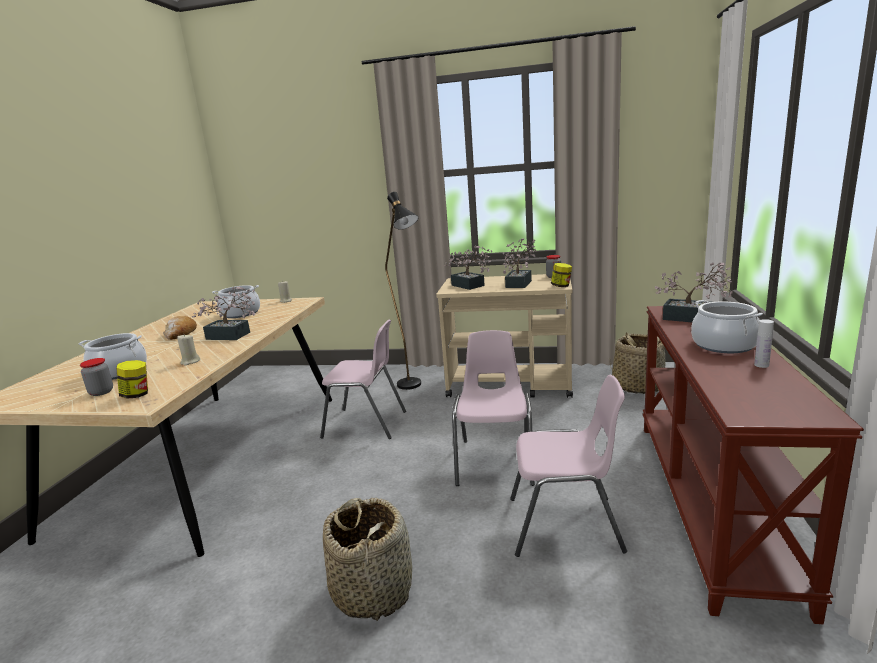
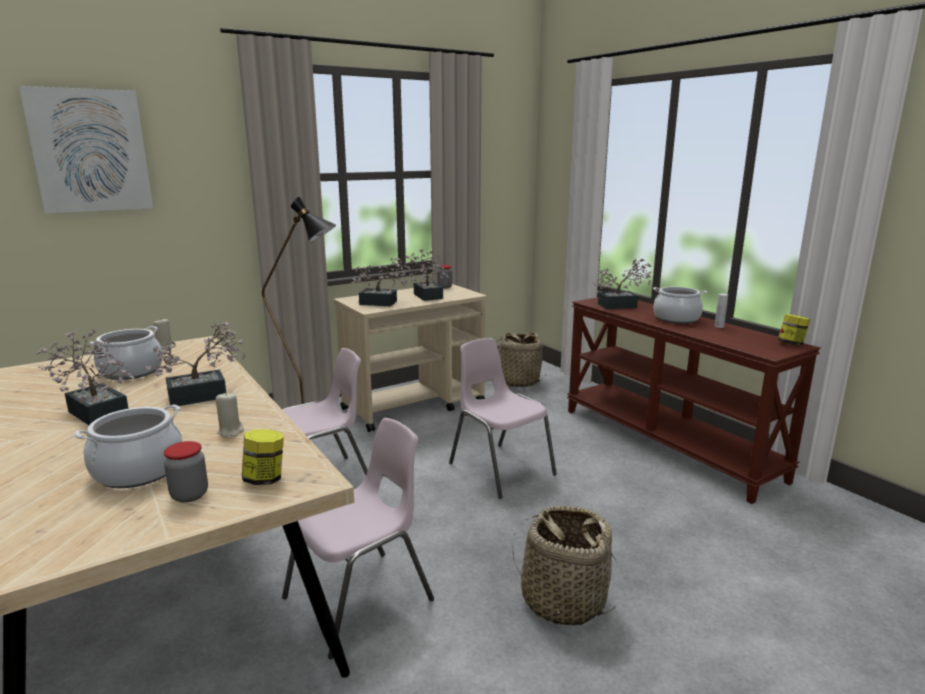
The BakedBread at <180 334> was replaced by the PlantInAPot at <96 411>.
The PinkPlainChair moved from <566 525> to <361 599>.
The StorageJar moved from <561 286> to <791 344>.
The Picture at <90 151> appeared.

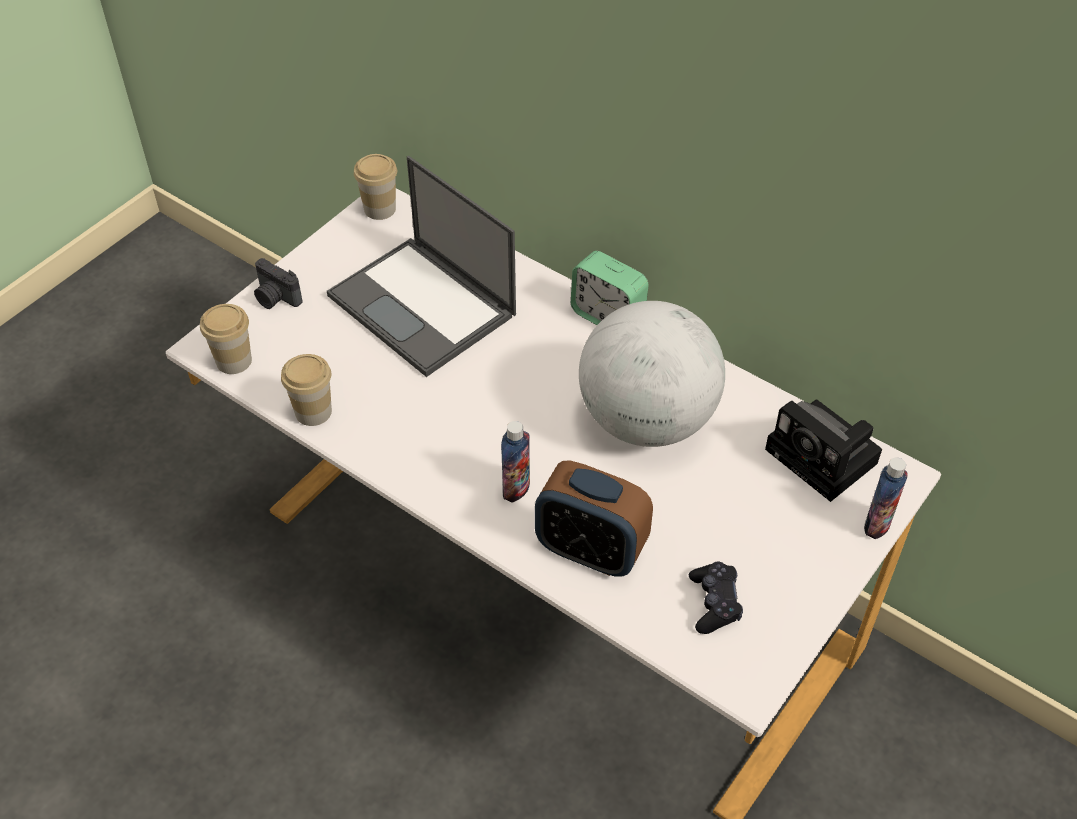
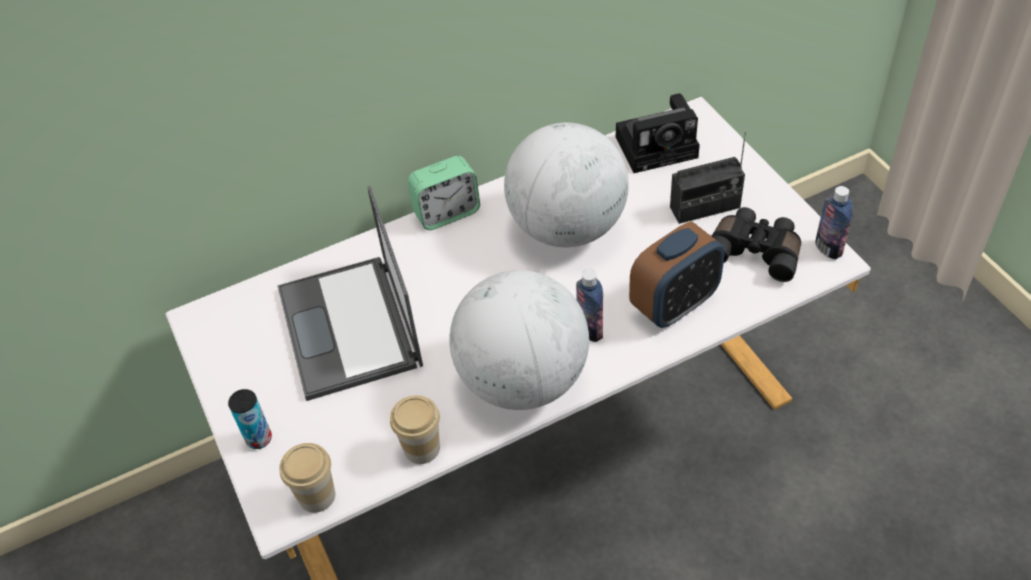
The StillCamera at <275 298> was replaced by the SealedCan at <259 438>.
The NotebookComputer at <424 306> turned 90 degrees clockwise.
The DrinkingCup at <380 209> disappeared.
The BlackGameController at <714 603> was replaced by the BlackBinoculars at <755 251>.
The Bottle moved from <877 524> to <828 249>.
The Globe at <523 380> appeared.
The Radio at <705 208> appeared.

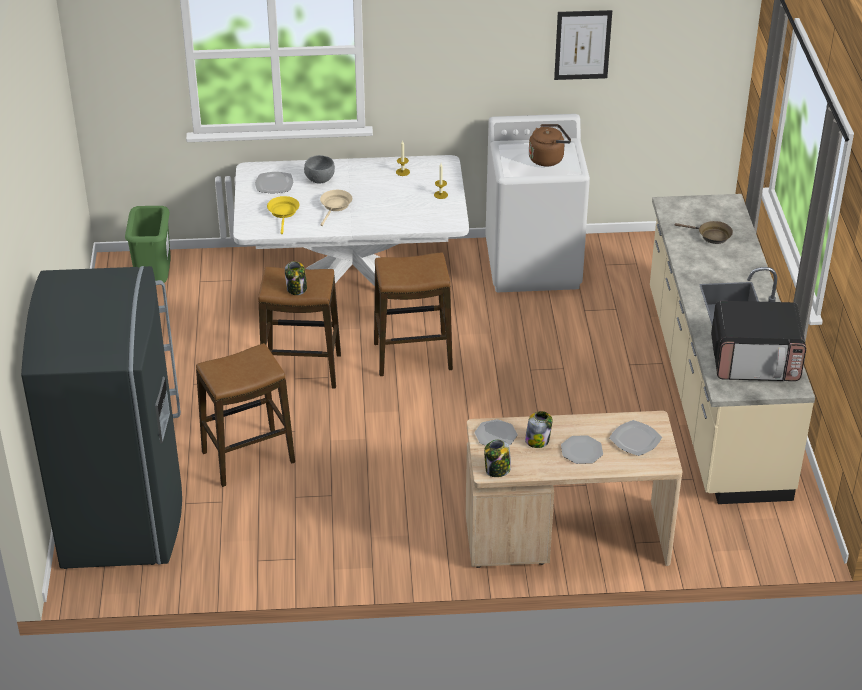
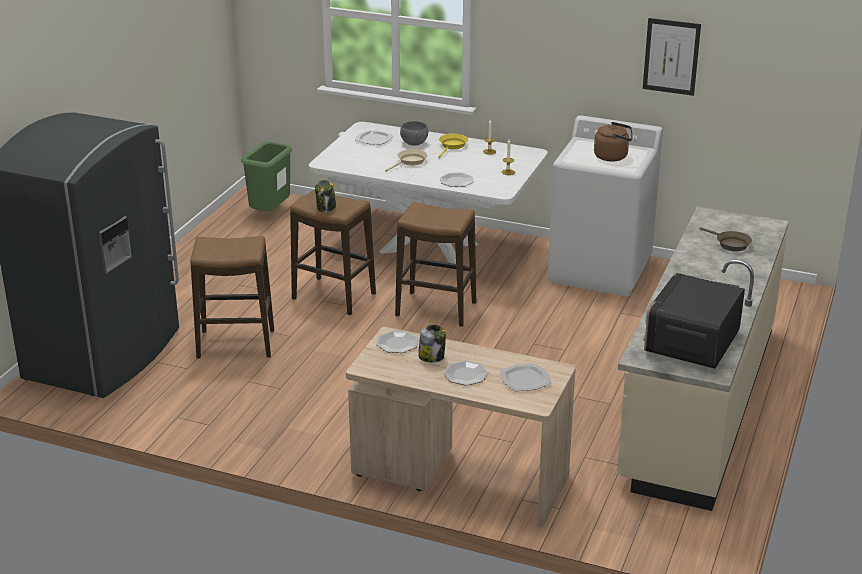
The YellowishPan moved from <283 213> to <452 146>.
The StorageJar at <497 470> disappeared.
The KitchenMicrowave at <755 360> turned 90 degrees clockwise.
The DinnerPlate at <456 181> appeared.

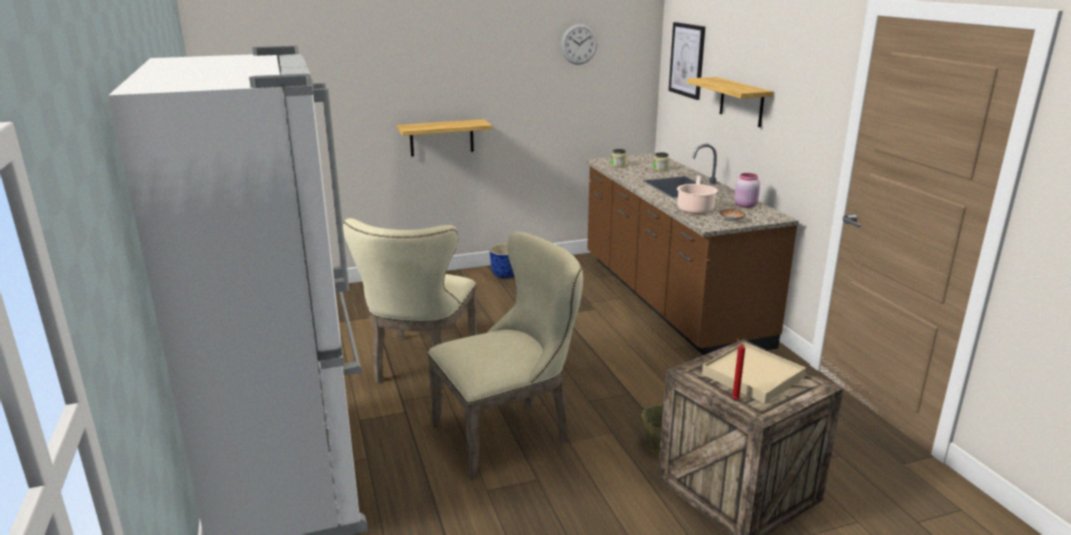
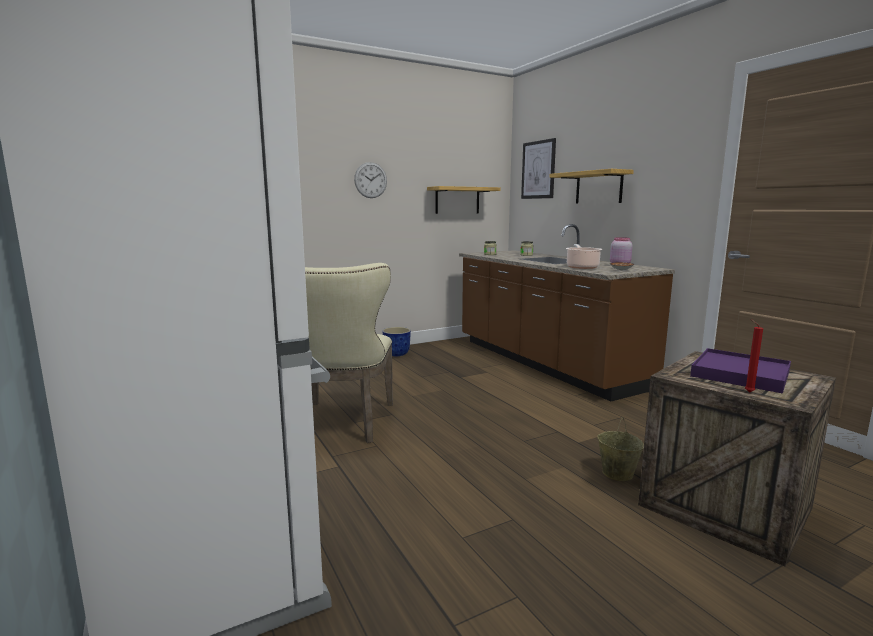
The Shelf moved from <441 138> to <457 200>.
The SandColouredPlainChair at <509 432> disappeared.
The ClockOnTheWall moved from <579 44> to <370 180>.
The SandColouredCarryingTray at <752 376> became the PurplishCarryingTray at <739 374>.

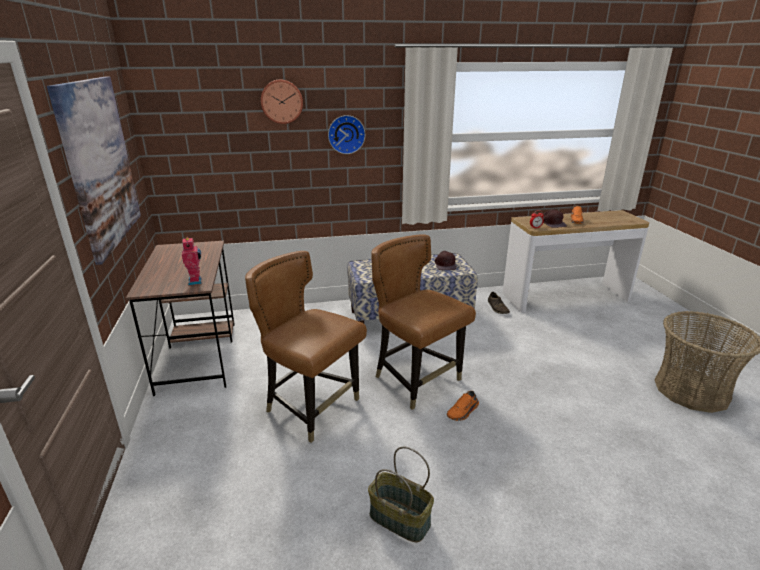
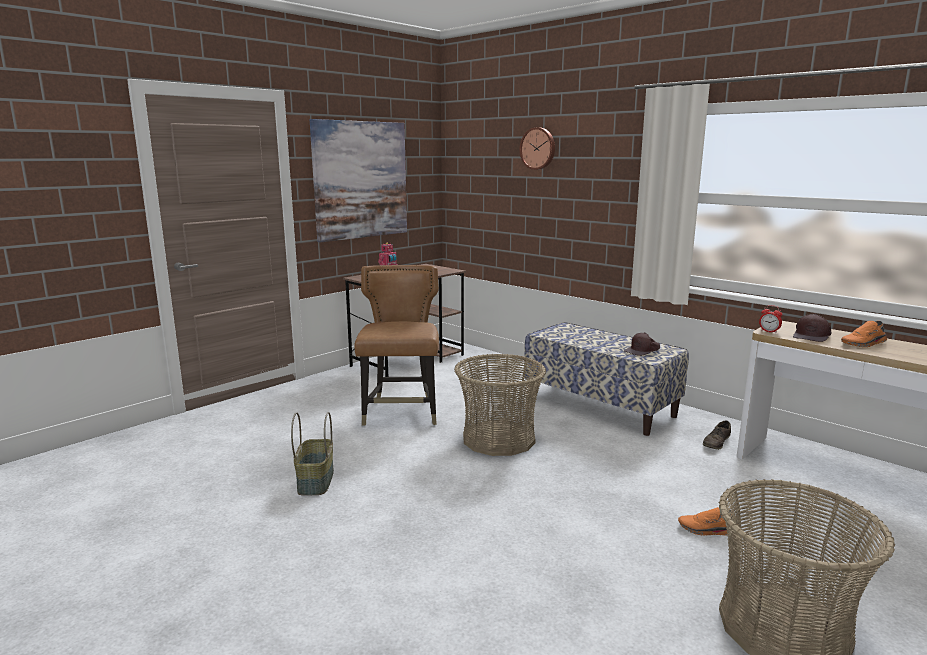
The ClockOnTheWall at <346 134> disappeared.
The BrownColouredPlainChair at <416 380> was replaced by the Basket at <499 439>.
The OrangeColouredShoe moved from <463 412> to <708 530>.

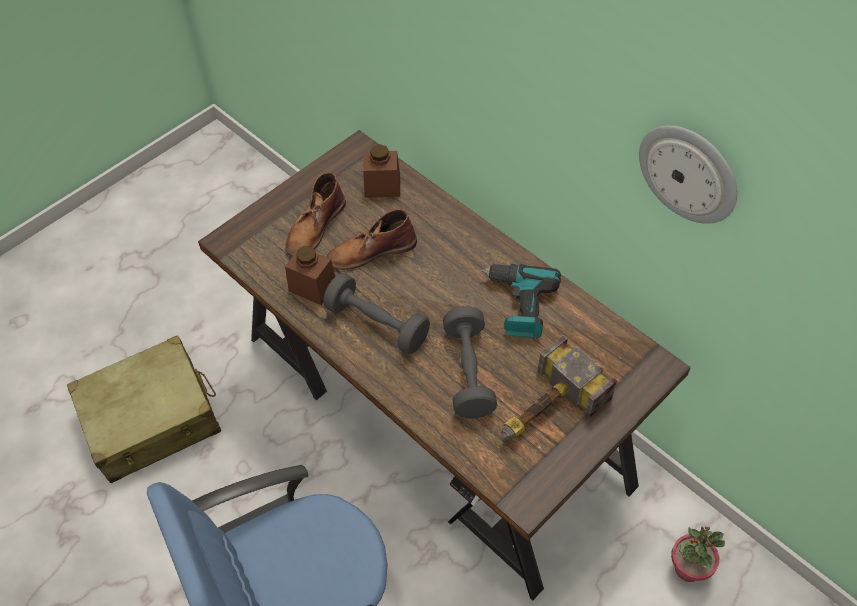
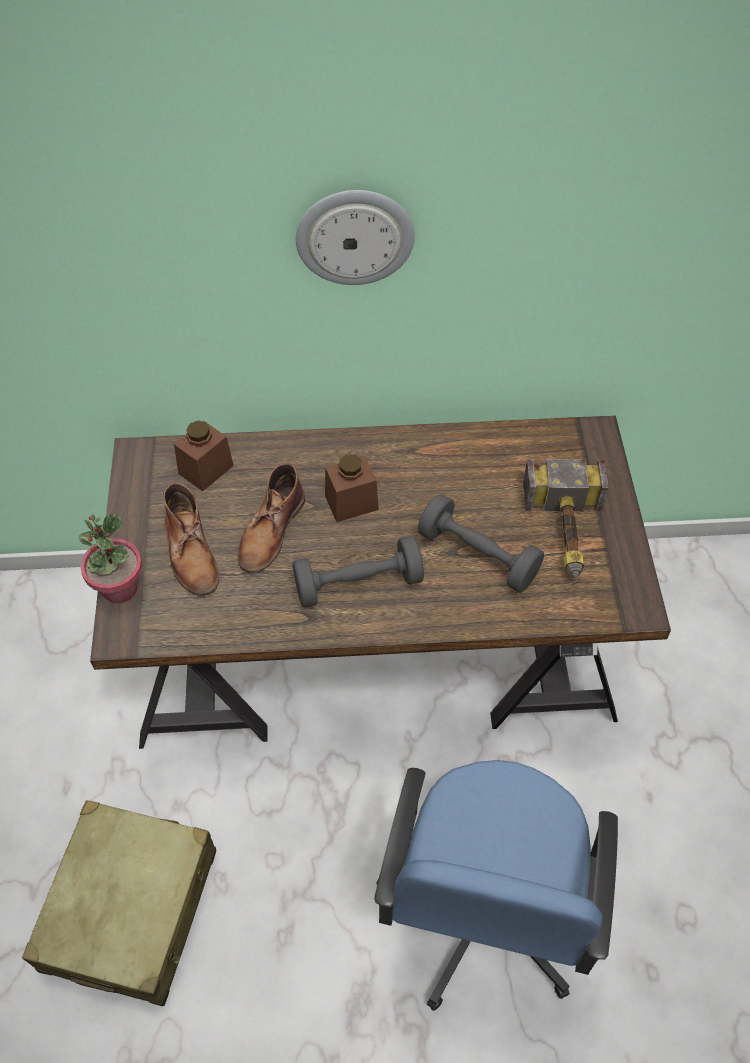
The BrownColouredStorageJar moved from <313 287> to <351 502>.
The PowerDrill at <518 305> disappeared.
The ClockOnTheWall moved from <689 173> to <355 236>.
The PlantInAPot moved from <688 568> to <119 588>.

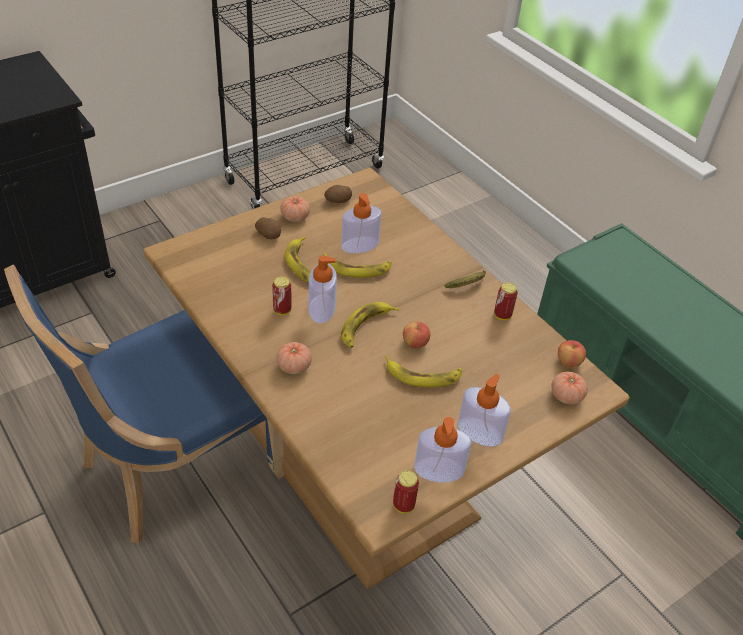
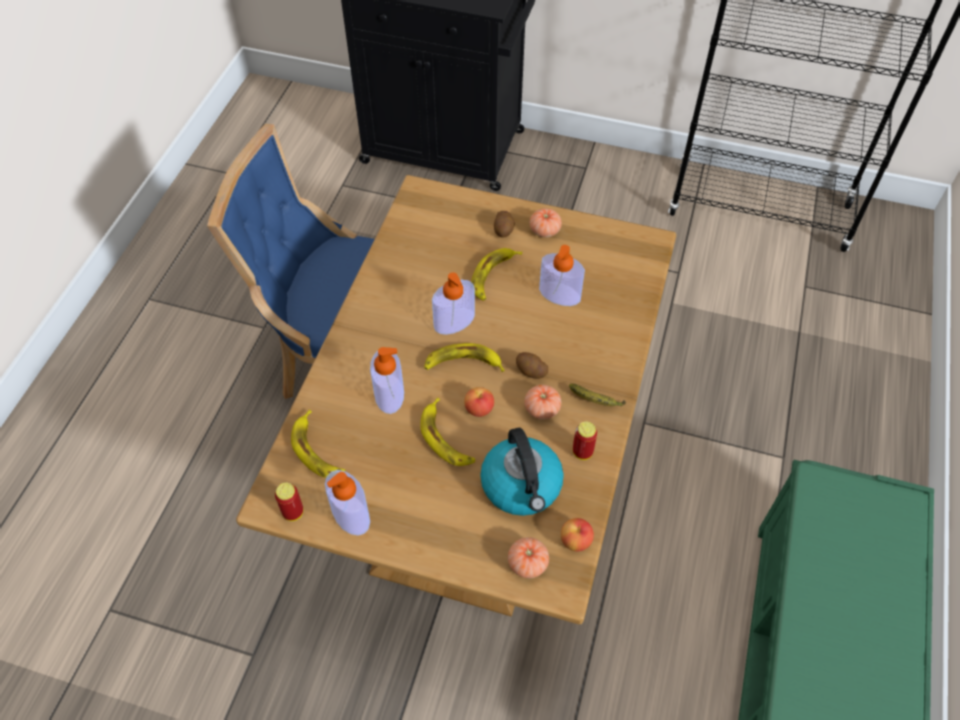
The SealedCan at <282 310> disappeared.
The Tomato moved from <294 366> to <542 409>.
The Banana moved from <357 268> to <318 450>.
The Potato moved from <338 201> to <530 371>.
The SoapBottle moved from <479 432> to <389 394>.
The WaterKettle at <522 486> appeared.

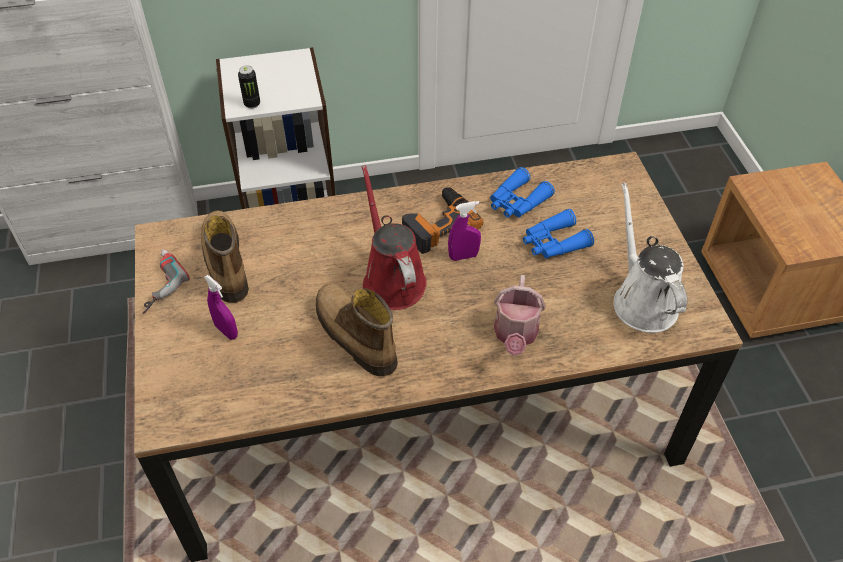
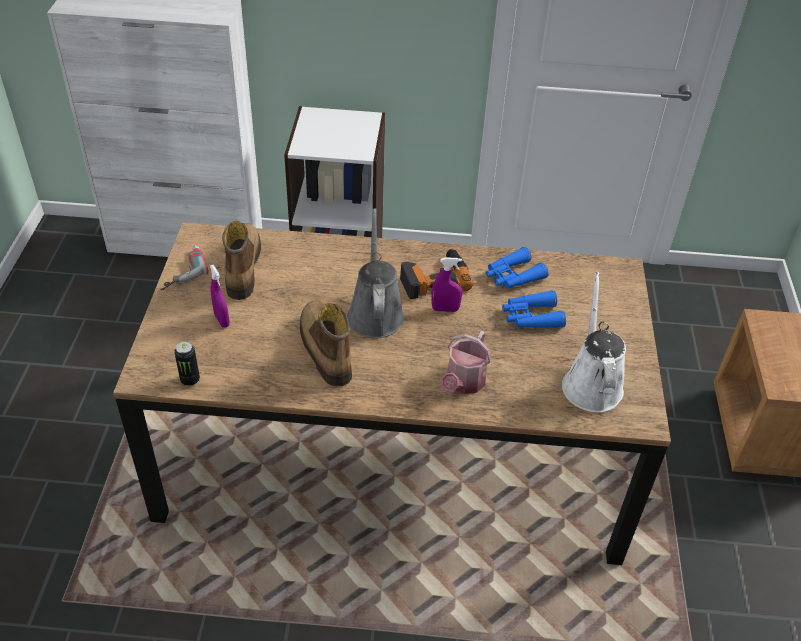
The SealedCan moved from <252 104> to <190 380>.
The ReddishSprinklingCan at <391 279> became the GreyishSprinklingCan at <375 313>.

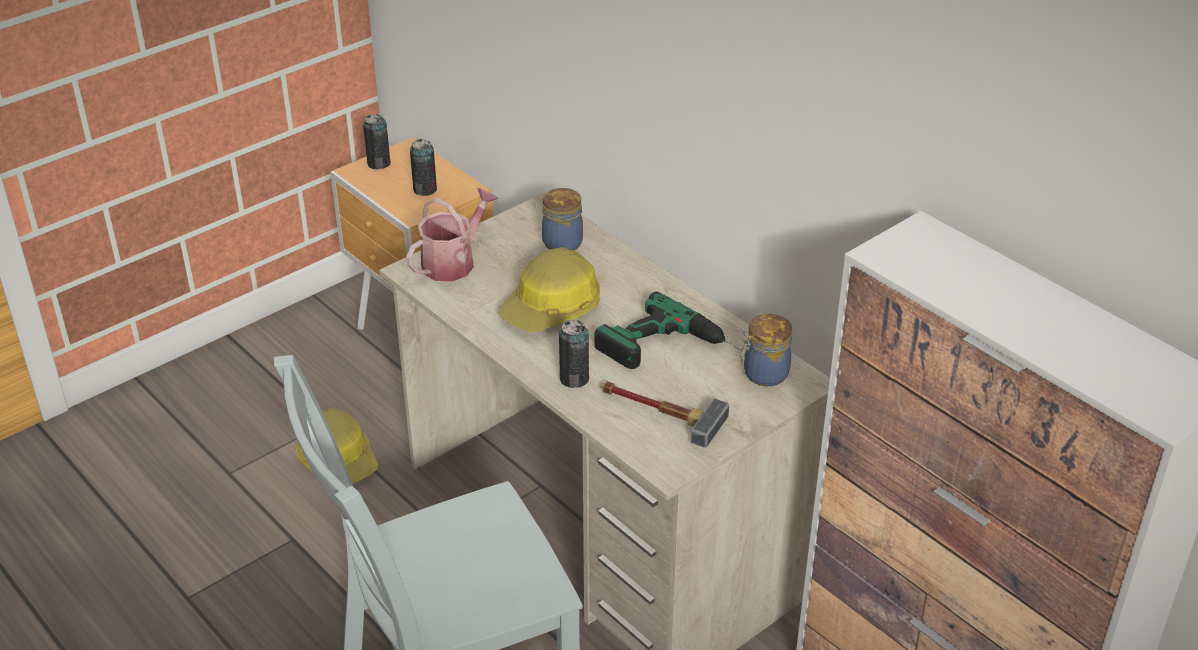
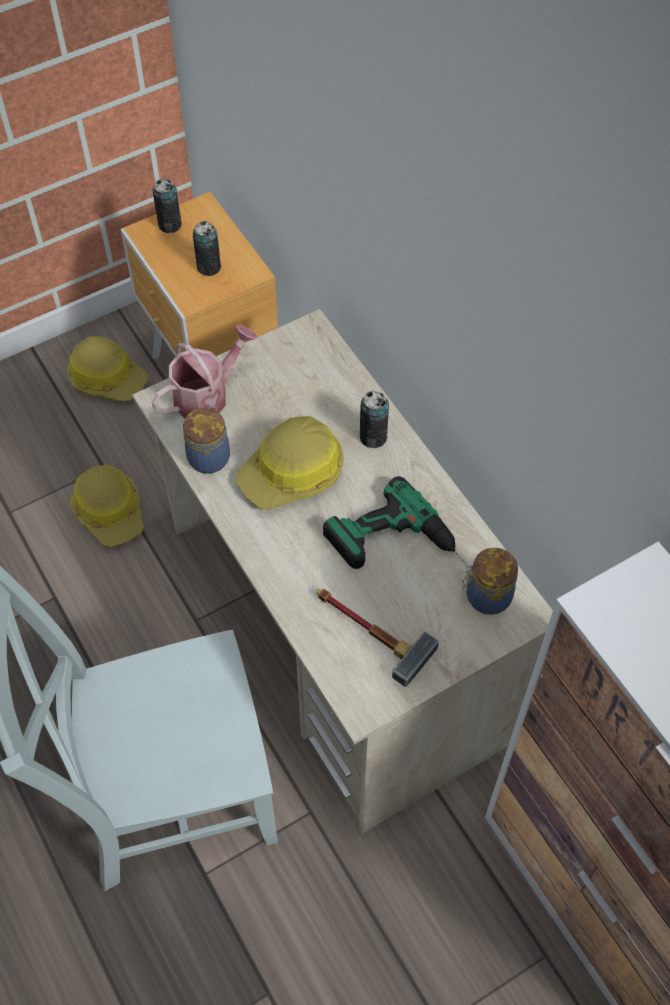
The StorageJar moved from <563 242> to <209 456>.
The SealedCan moved from <574 379> to <373 437>.
The HardHat at <107 377> appeared.

